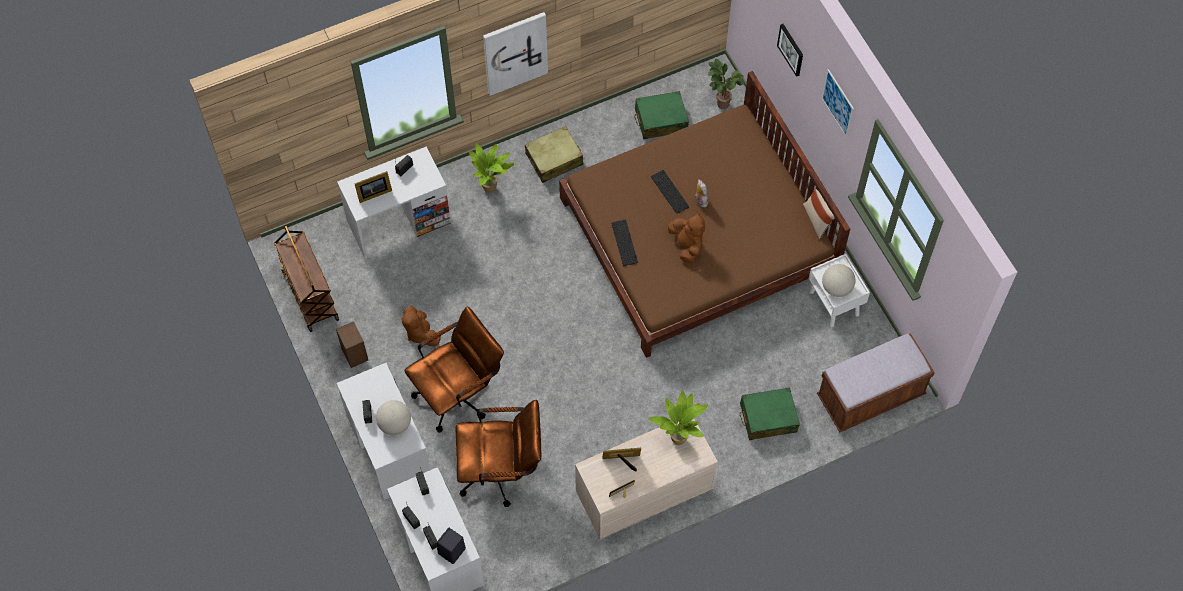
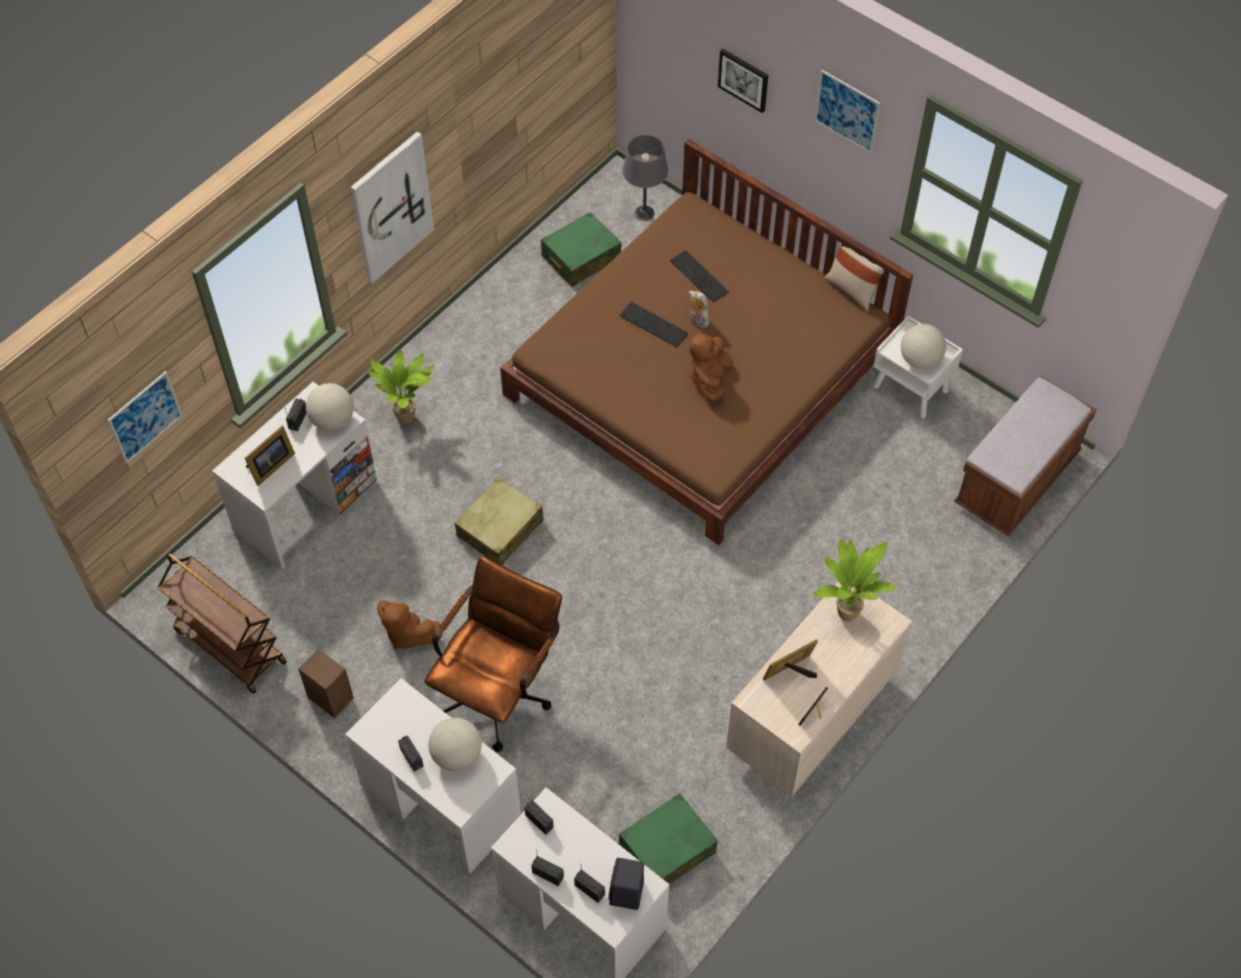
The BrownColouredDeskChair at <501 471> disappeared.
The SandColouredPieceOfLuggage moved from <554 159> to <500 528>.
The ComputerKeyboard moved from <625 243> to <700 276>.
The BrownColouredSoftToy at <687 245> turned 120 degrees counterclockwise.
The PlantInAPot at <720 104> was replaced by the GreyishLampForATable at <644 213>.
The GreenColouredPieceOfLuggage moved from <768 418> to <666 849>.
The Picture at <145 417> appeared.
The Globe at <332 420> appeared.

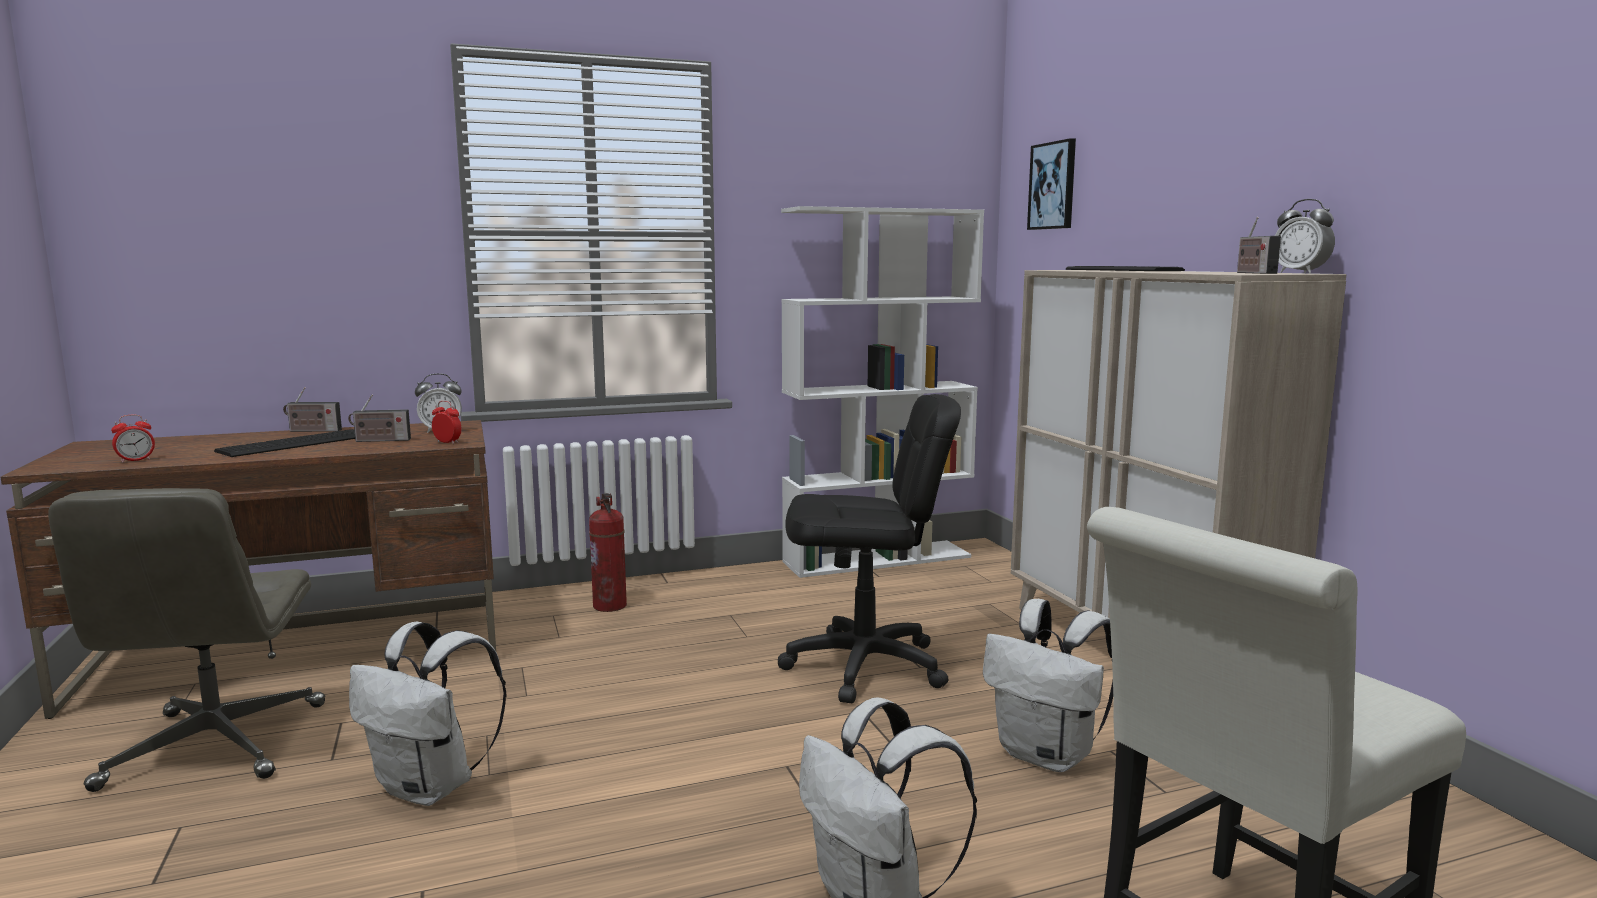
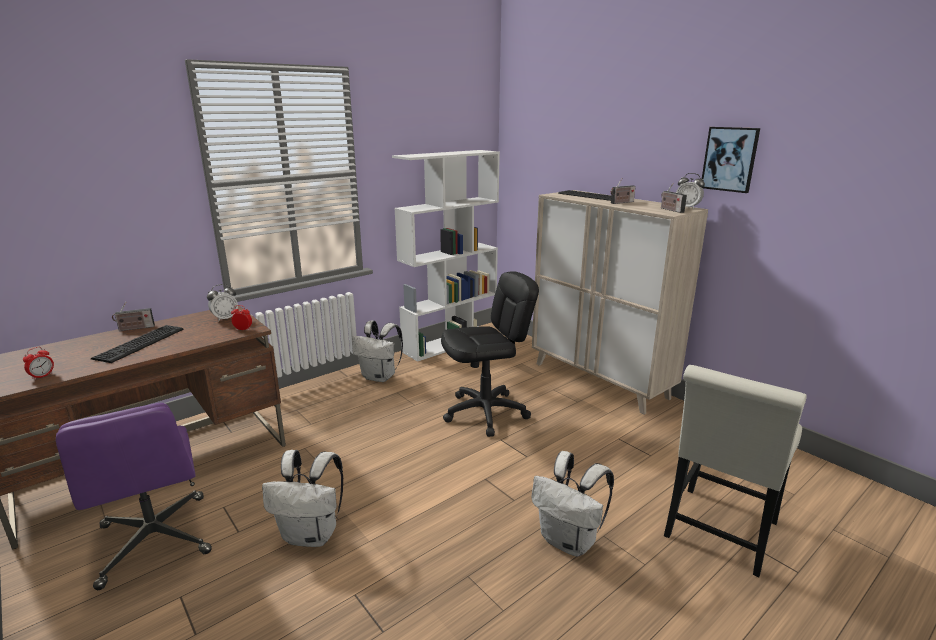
The GreyishDeskChair at <215 746> became the PurplishDeskChair at <155 540>.
The Radio moved from <380 440> to <621 202>.
The FireExtinguisher at <610 606> disappeared.
The WhiteColouredBackpack moved from <1048 755> to <380 377>.
The Picture moved from <1053 186> to <730 159>.

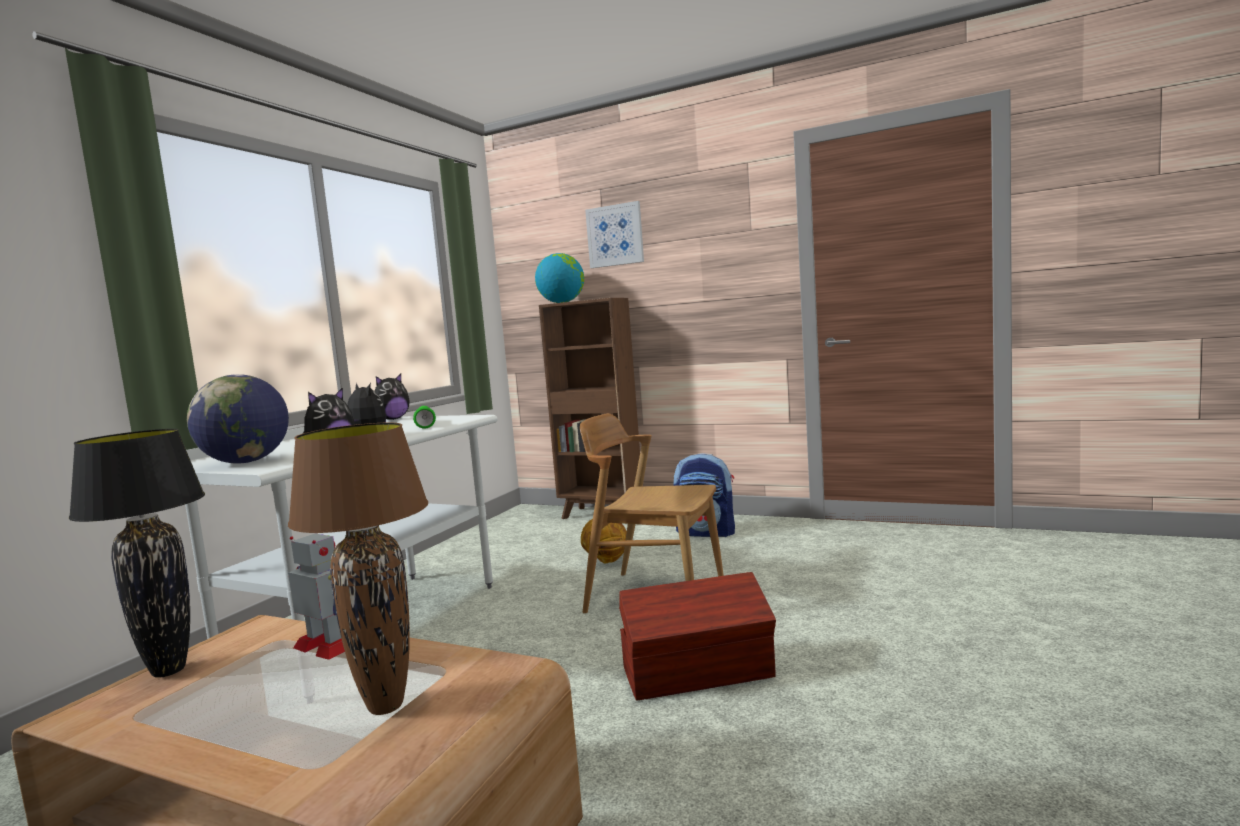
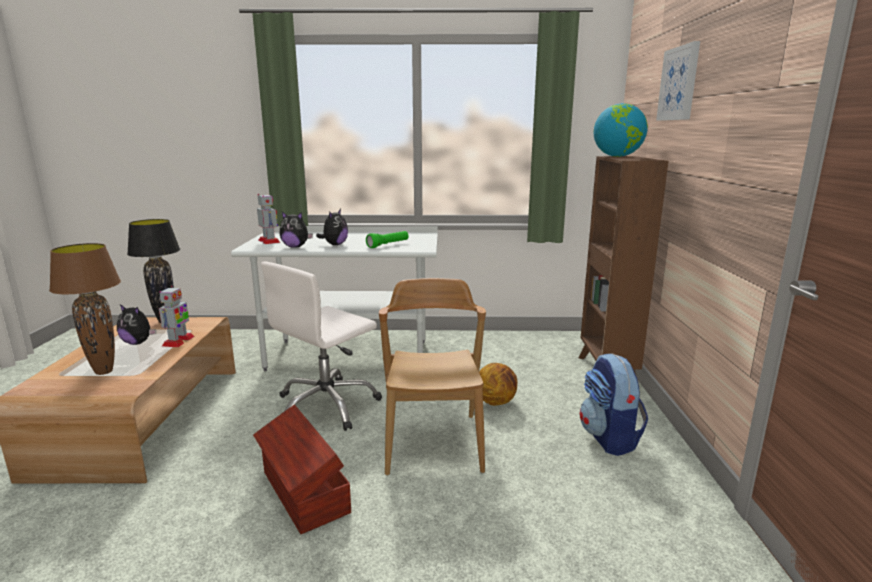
The Globe at <246 462> was replaced by the ModelRobot at <269 241>.
The SoftToy moved from <392 419> to <138 343>.
The WhiteColouredDeskChair at <327 406> appeared.

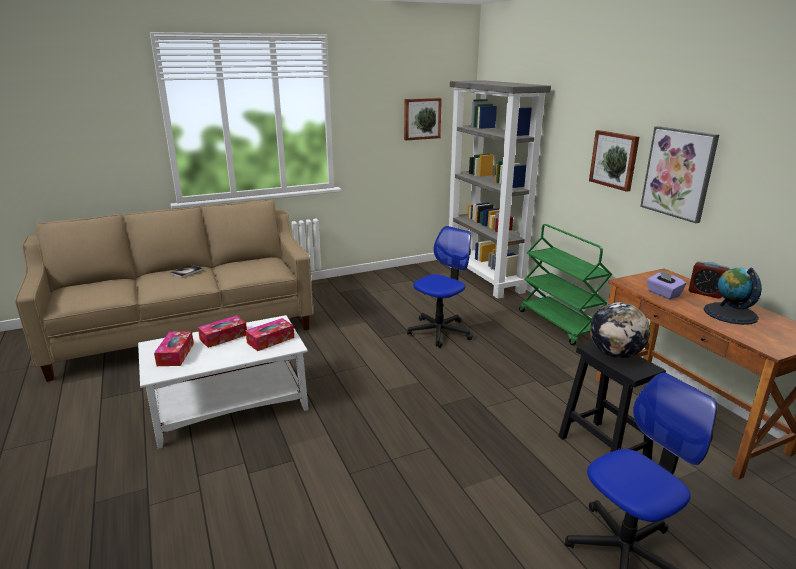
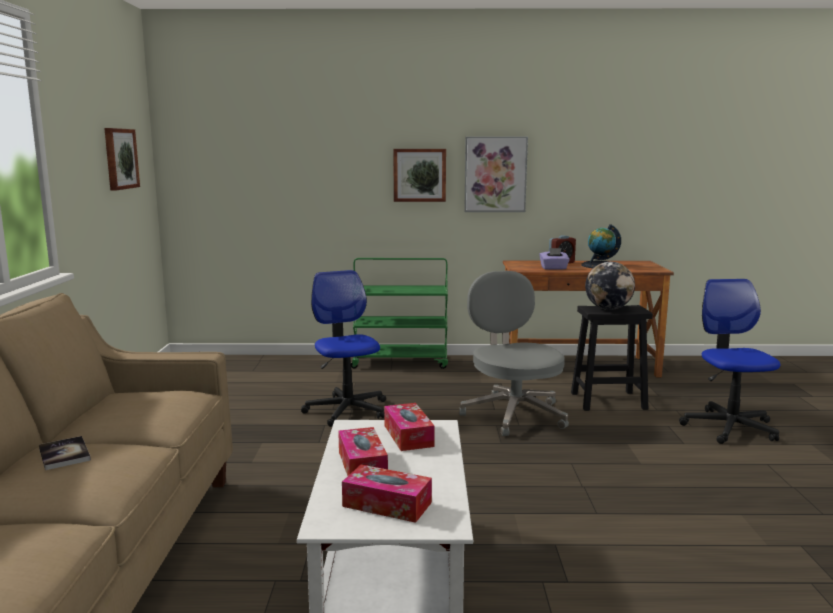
The GreyishBookcase at <485 278> disappeared.
The GreyishDeskChair at <513 414> appeared.

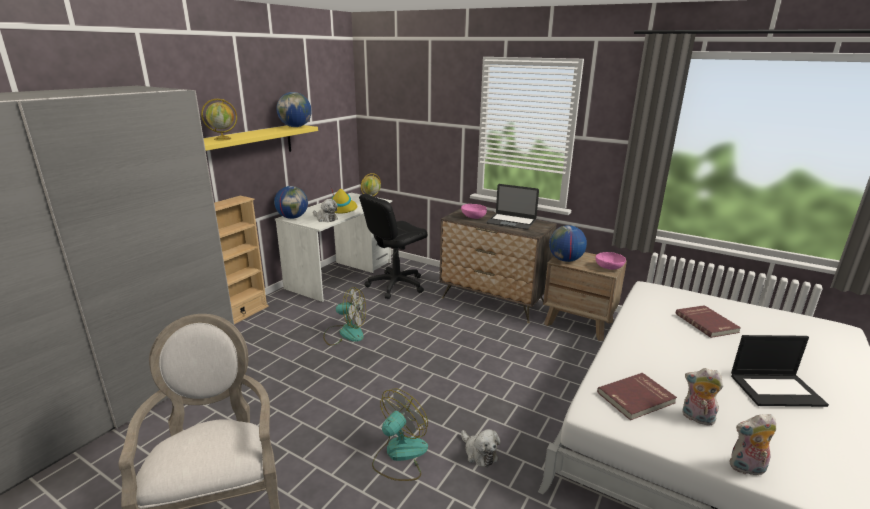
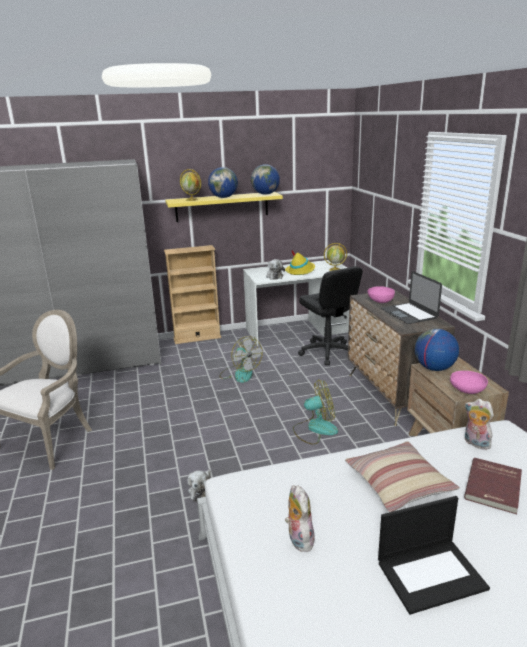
The Globe moved from <293 217> to <224 197>.
The BlackDeskChair at <395 285> turned 120 degrees counterclockwise.
The ElectricFan moved from <399 455> to <315 429>.
The ReddishBoundBook at <636 398> disappeared.
The SoftToy moved from <746 469> to <475 443>.
The NotebookComputer at <776 389> turned 60 degrees counterclockwise.
The Cushion at <398 483> appeared.

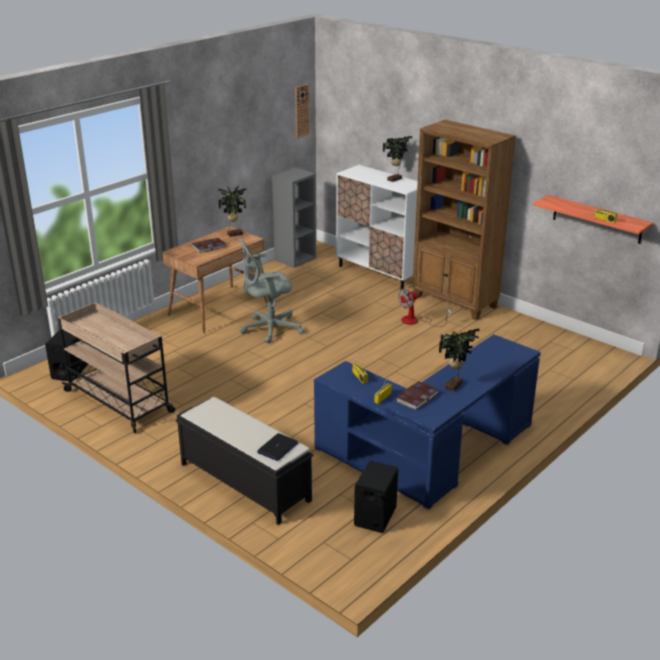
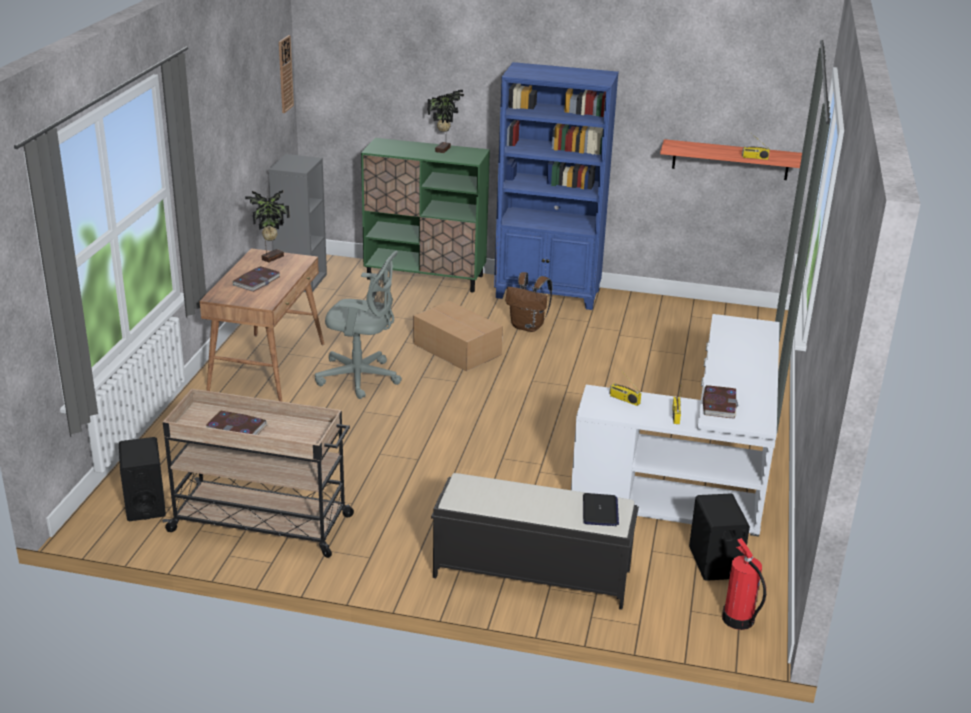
The GreyishDeskChair at <268 329> turned 120 degrees counterclockwise.
The BlueColouredDesk at <430 454> became the WhiteColouredDesk at <698 475>.
The WhiteColouredCupboard at <379 273> became the GreenColouredCupboard at <425 277>.
The ElectricFan at <416 321> was replaced by the BrownColouredBackpack at <528 327>.
The BrownColouredBookcase at <455 302> became the BlueColouredBookcase at <548 294>.
The PlantInAPot at <455 386> disappeared.
The BoundBook at <236 428> appeared.
The CardboardBox at <456 348> appeared.
The FireExtinguisher at <738 620> appeared.

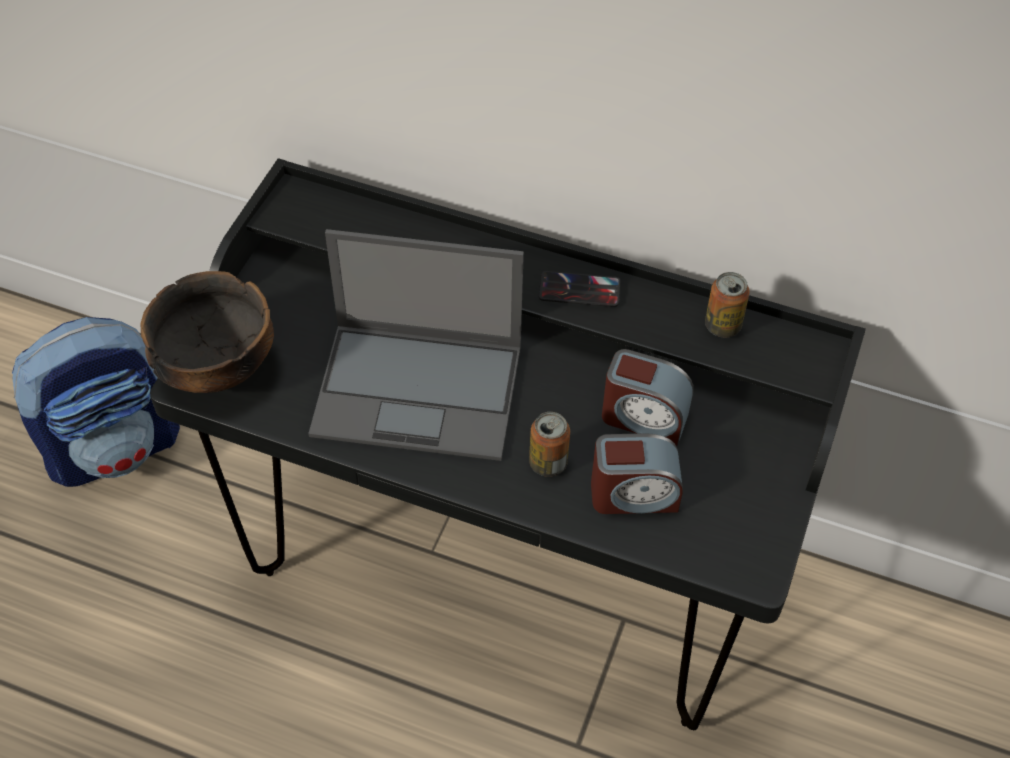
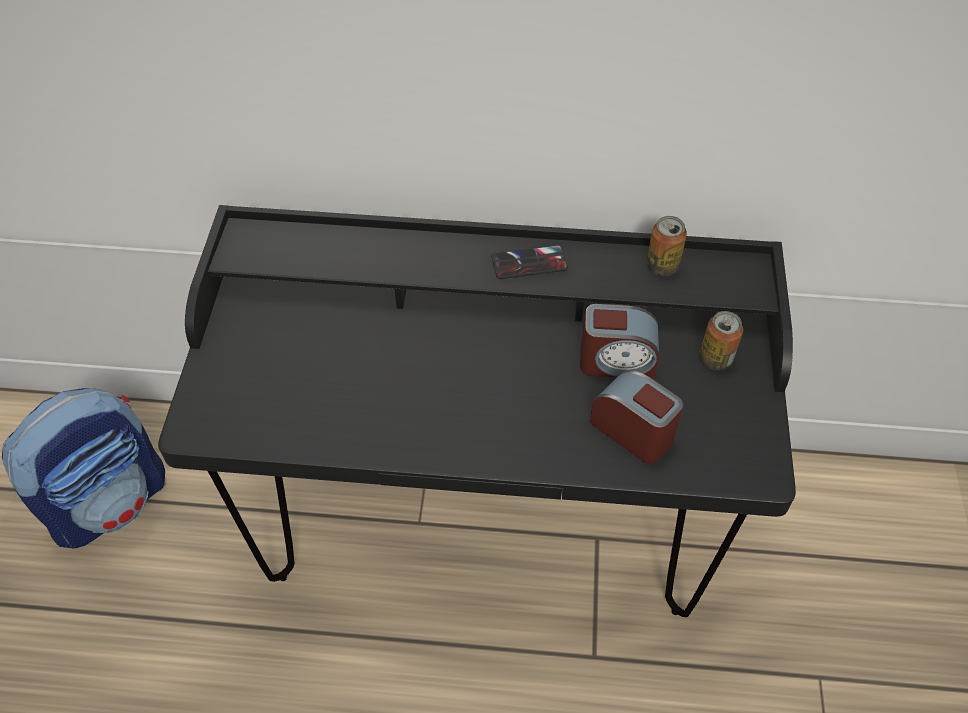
The ServingBowl at <216 367> disappeared.
The NotebookComputer at <420 390> disappeared.
The SealedCan moved from <548 463> to <715 358>.
The BedsideClock at <633 494> turned 120 degrees counterclockwise.

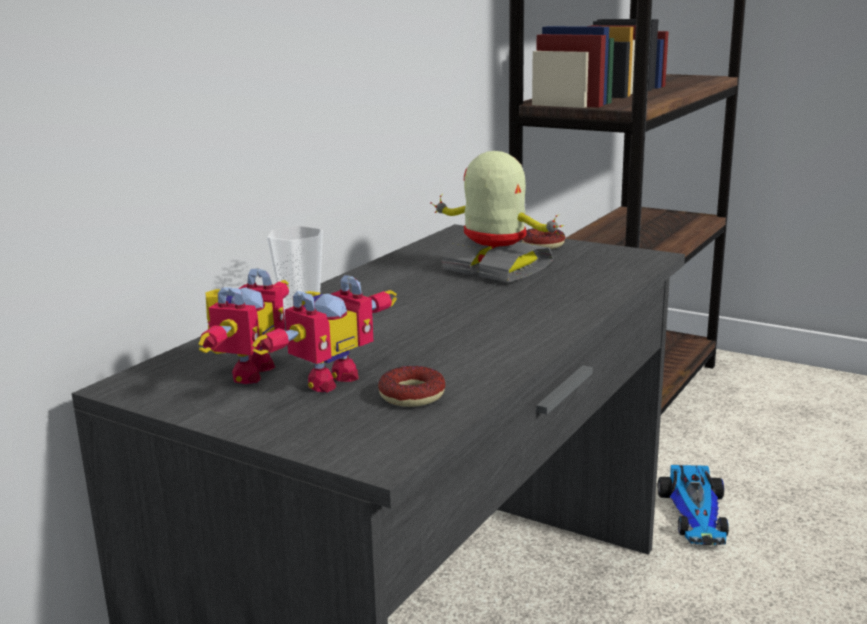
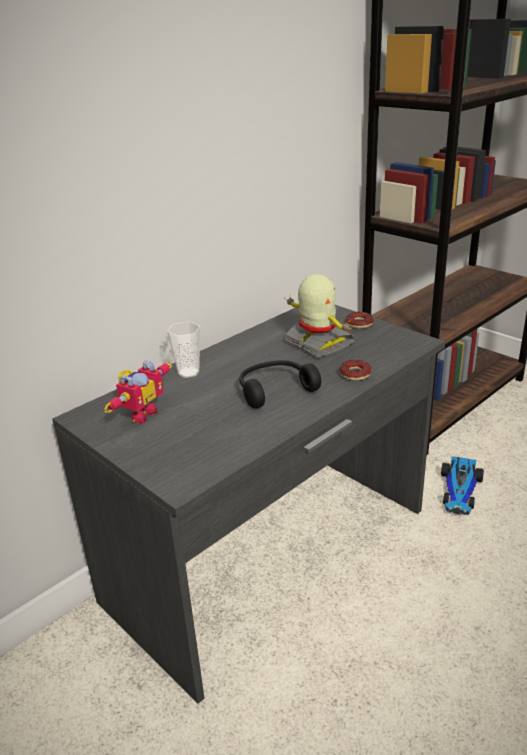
The ModelRobot at <326 378> disappeared.
The RingDoughnut moved from <412 395> to <355 374>.
The BlackHeadset at <275 390> appeared.

